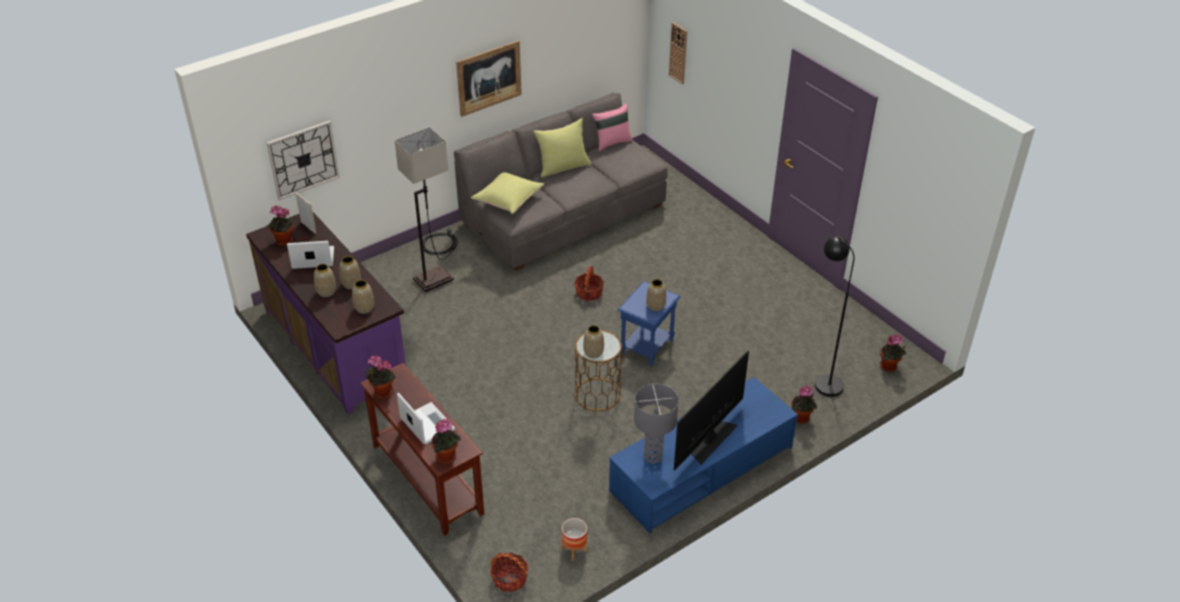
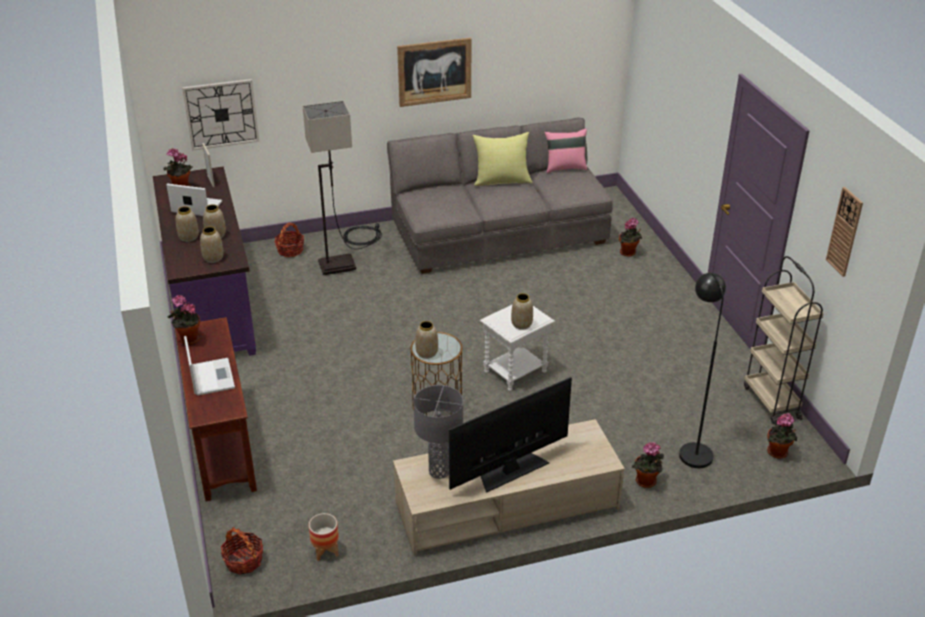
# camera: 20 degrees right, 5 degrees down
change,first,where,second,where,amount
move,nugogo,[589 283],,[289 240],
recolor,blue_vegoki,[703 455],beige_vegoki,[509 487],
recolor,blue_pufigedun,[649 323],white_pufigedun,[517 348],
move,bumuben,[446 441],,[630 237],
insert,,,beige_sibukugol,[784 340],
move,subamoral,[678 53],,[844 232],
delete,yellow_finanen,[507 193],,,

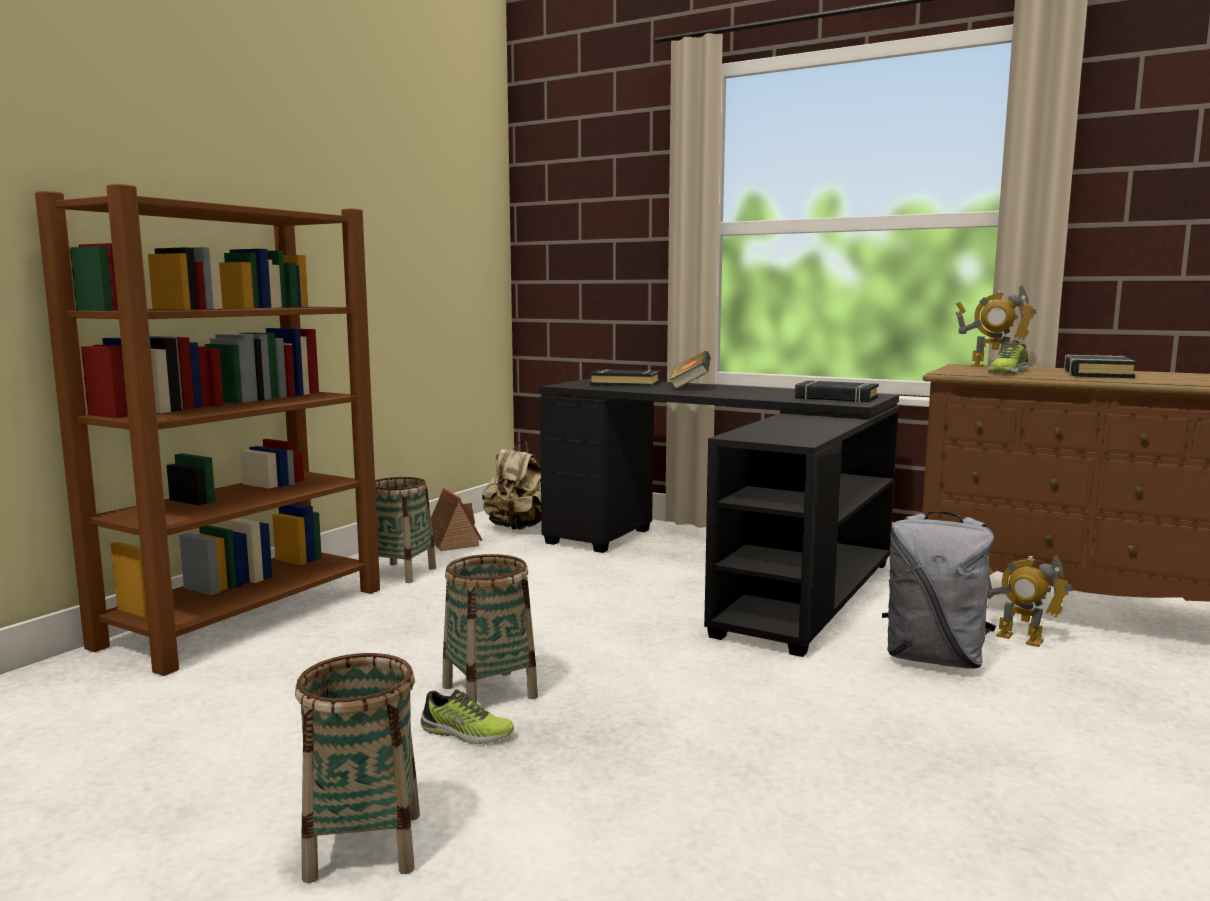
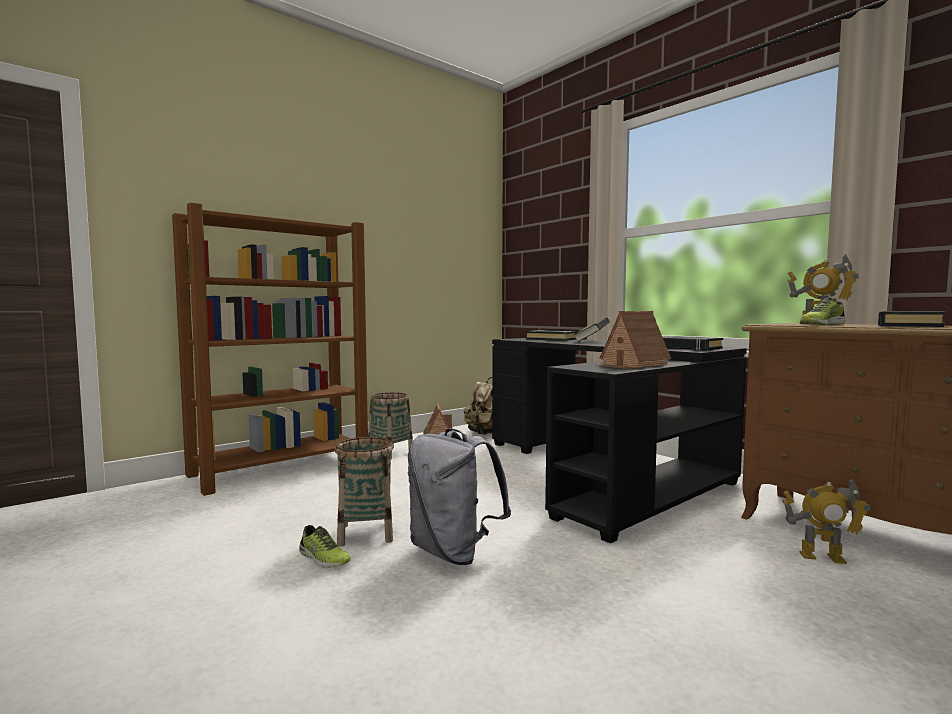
# camera: 20 degrees right, 5 degrees down
change,first,where,second,where,amount
move,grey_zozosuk,[939 590],,[459 497],
insert,,,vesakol,[634 340],
rotate,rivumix,[1030 600],,[826 521],45 degrees counterclockwise
delete,nugogo,[357 768],,,

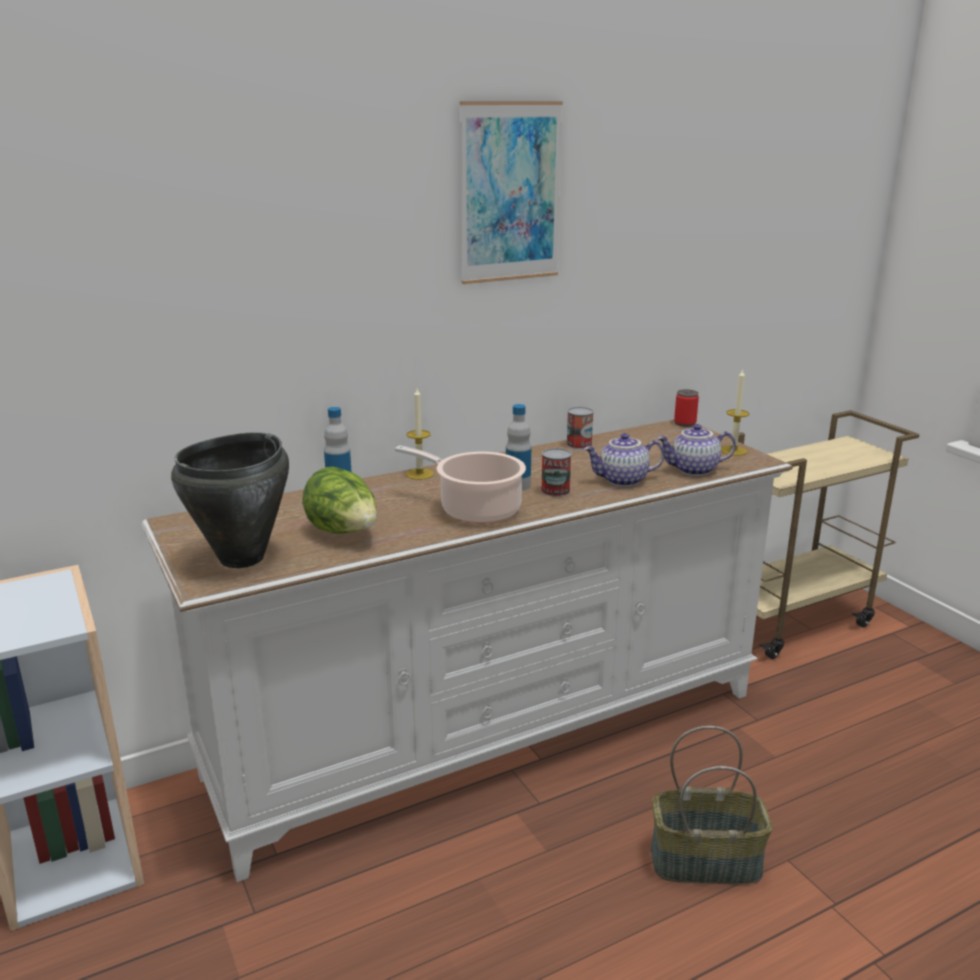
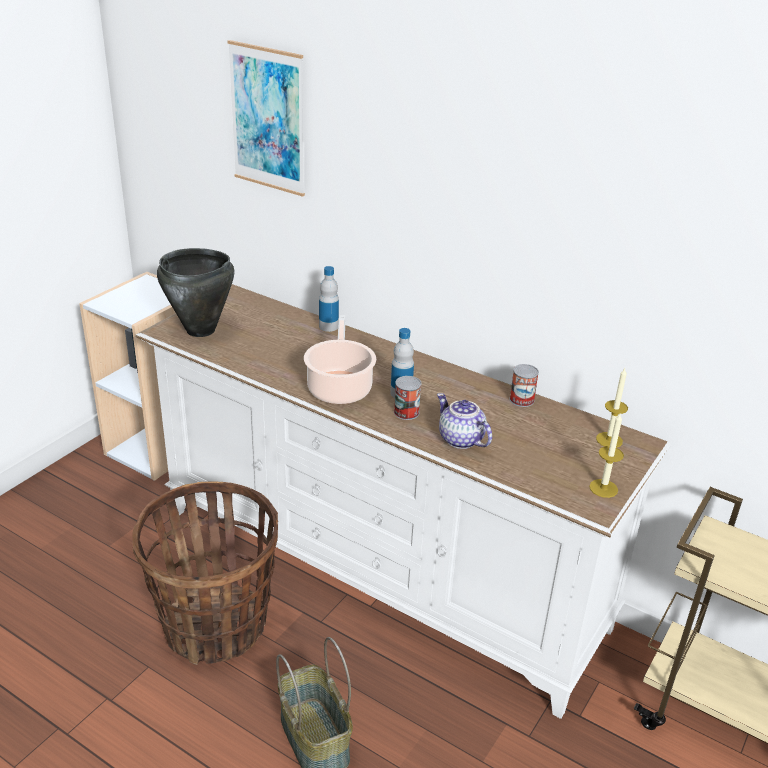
# camera: 60 degrees right, 10 degrees up
change,first,where,second,where,amount
insert,,,nugogo,[205 573],
move,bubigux,[511 192],,[266 118],
move,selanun,[420 434],,[612 408],
delete,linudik,[339 500],,,
delete,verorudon,[696 450],,,
delete,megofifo,[686 408],,,

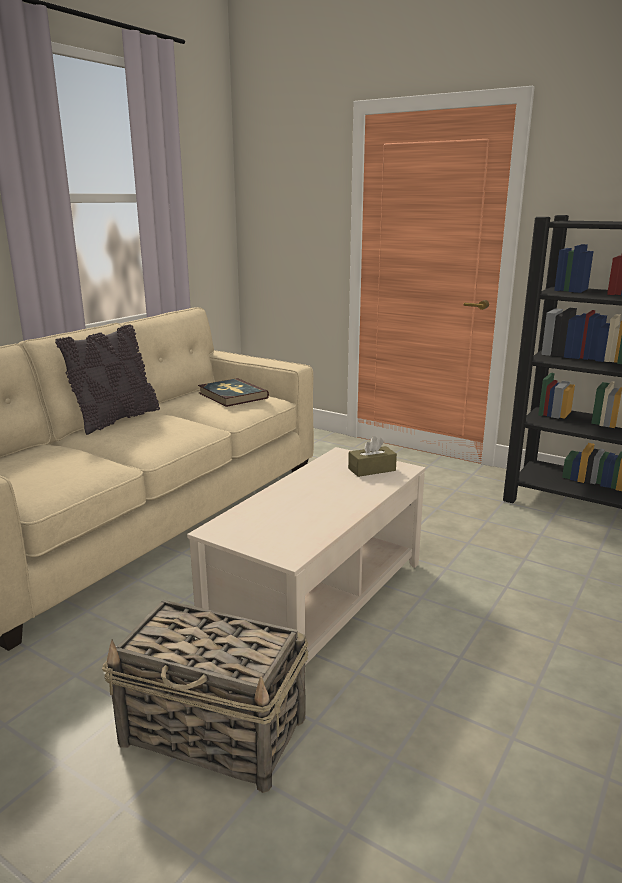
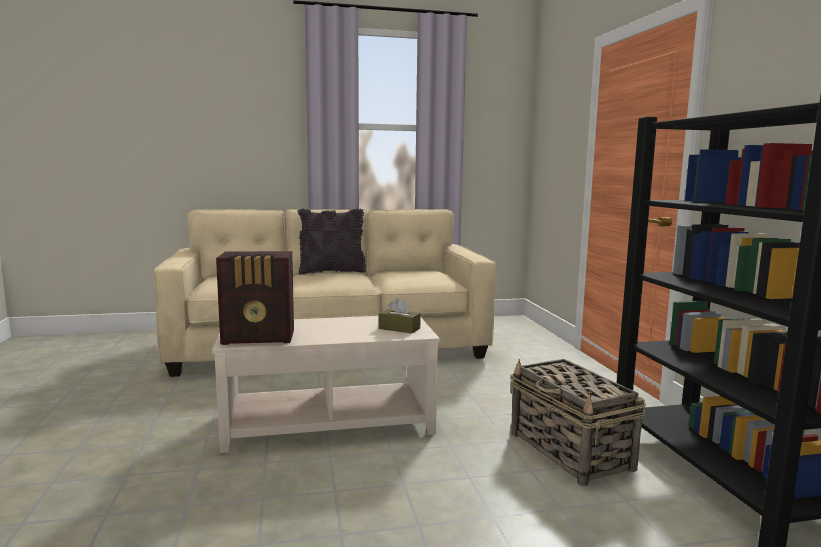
# camera: 45 degrees right, 10 degrees down
change,first,where,second,where,amount
insert,,,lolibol,[255 298],
move,nugogo,[205 696],,[578 422],
delete,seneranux,[233 392],,,

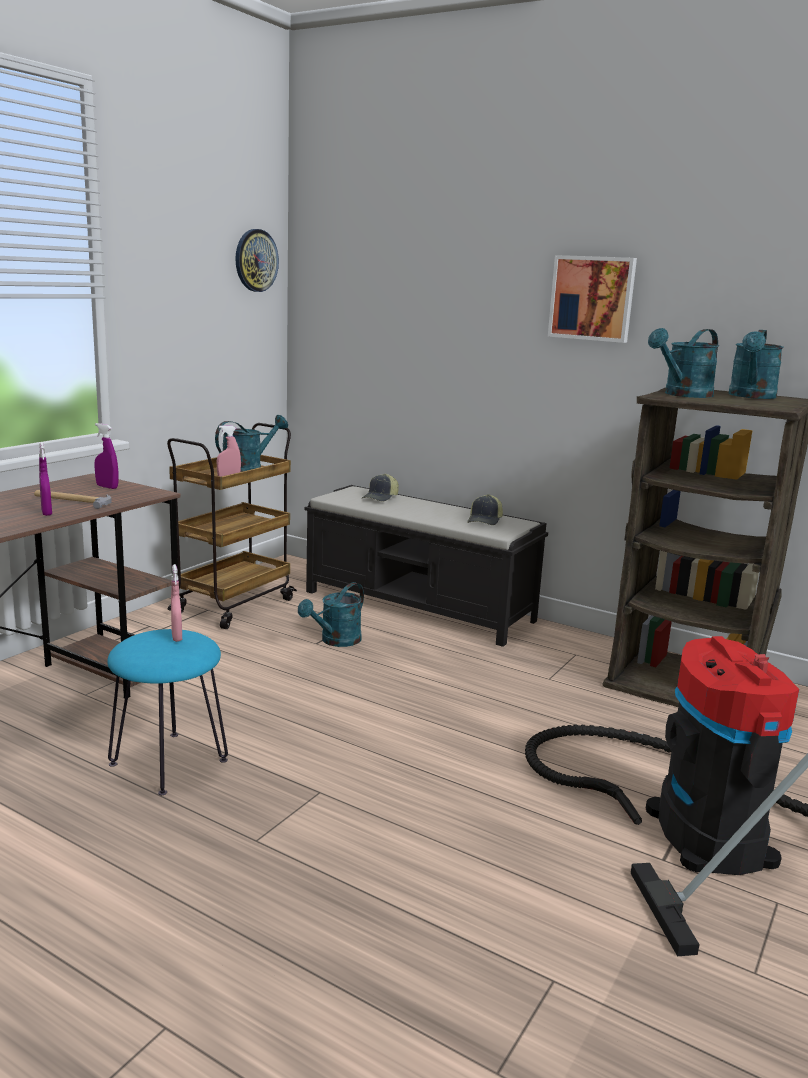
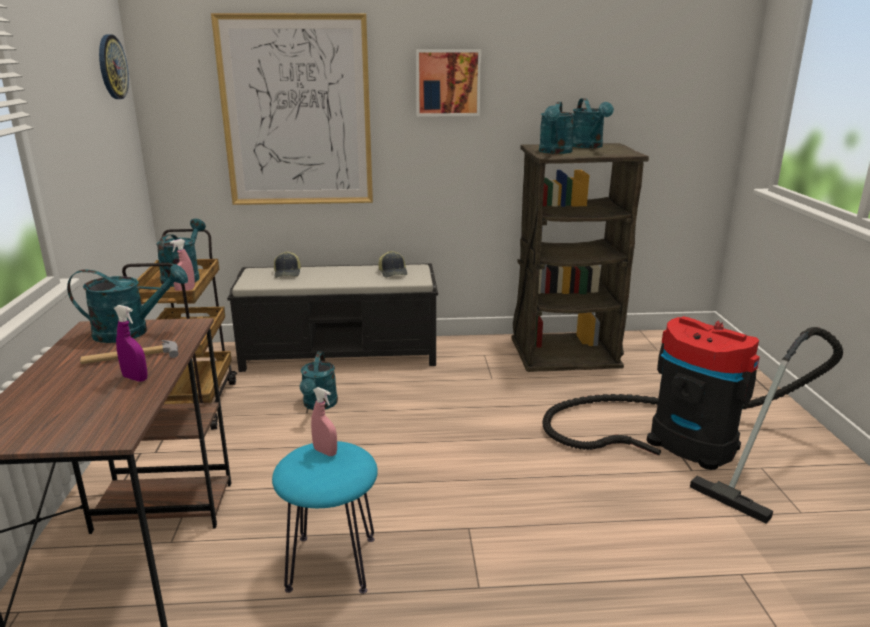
# camera: 35 degrees left, 5 degrees up
change,first,where,second,where,amount
replace,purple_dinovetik,[106 456],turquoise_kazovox,[127 303],
insert,,,bubigux,[292 109],

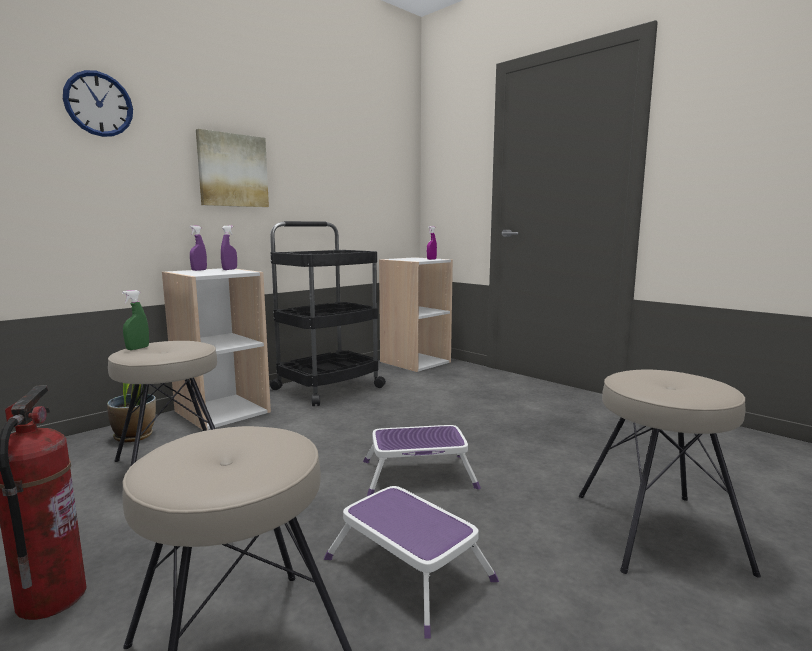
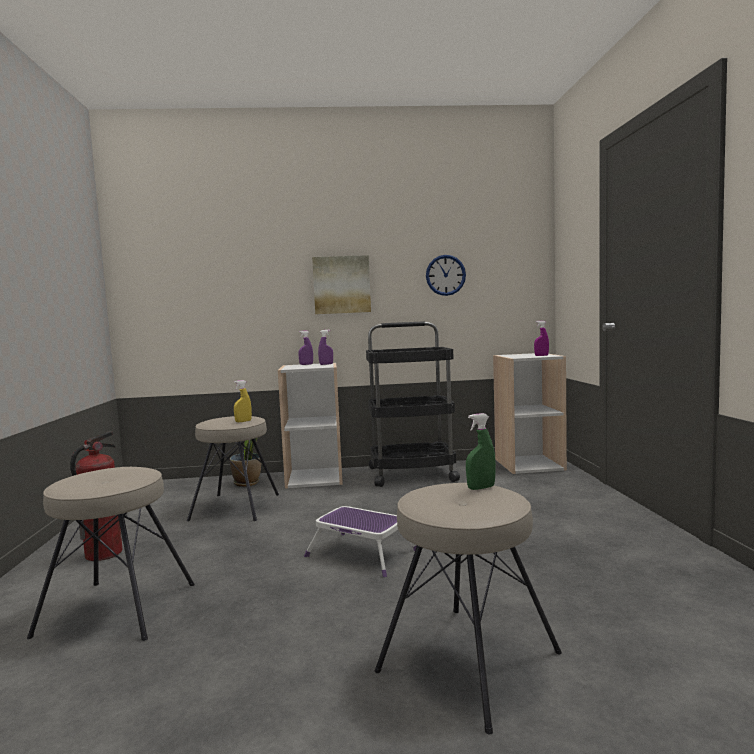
# camera: 40 degrees right, 5 degrees down
change,first,where,second,where,amount
insert,,,yellow_dinovetik,[243 401],
move,subamoral,[98 103],,[446 275],
move,green_dinovetik,[135 320],,[481 451],
delete,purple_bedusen,[411 562],,,

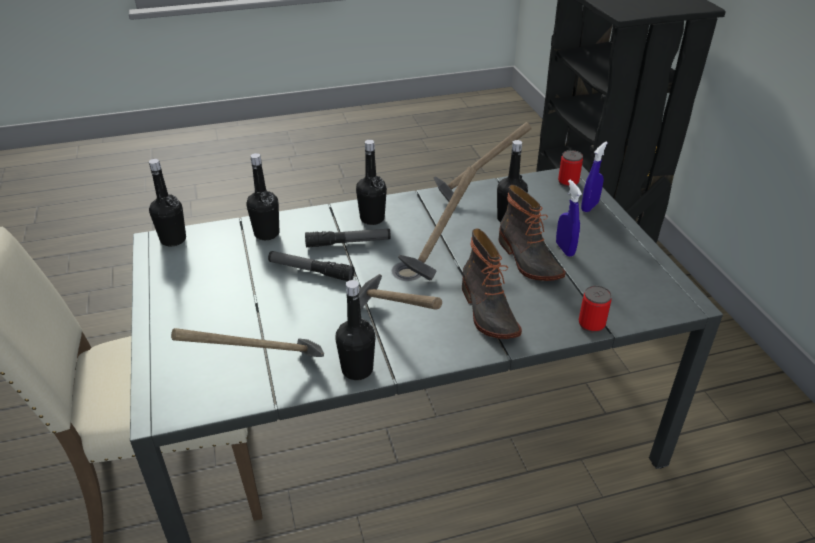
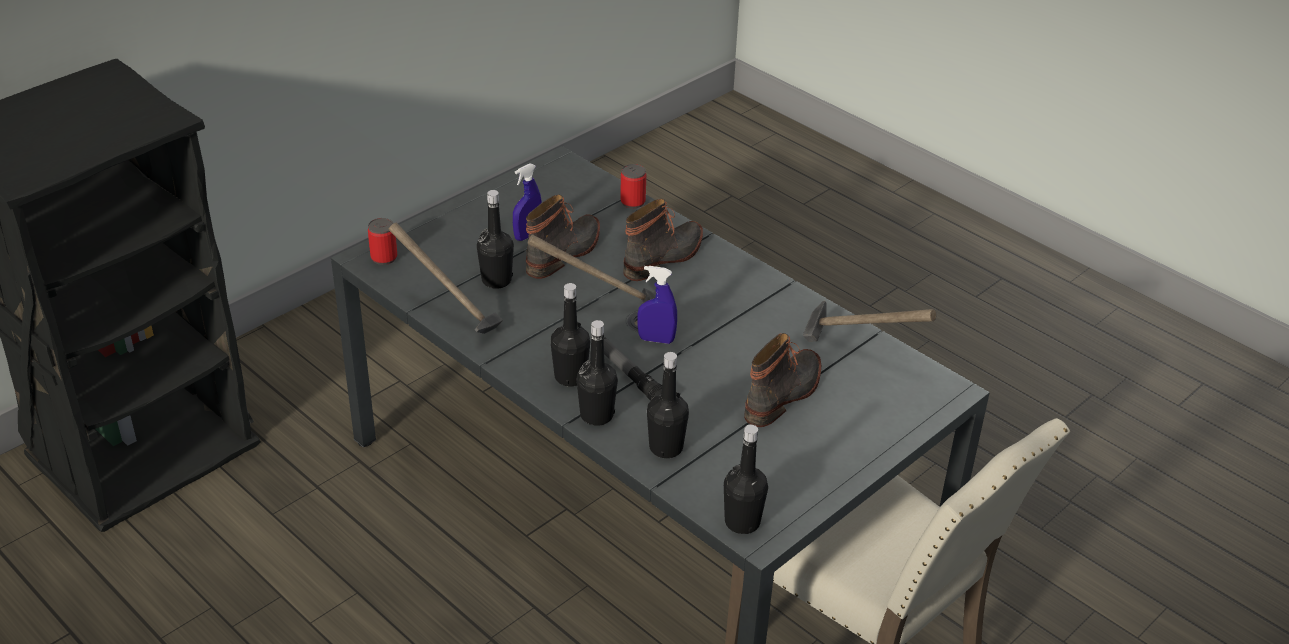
# camera: 120 degrees left, 0 degrees up
change,first,where,second,where,amount
move,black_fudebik,[355 330],,[597 373],
move,blue_dinovetik,[594 177],,[657 305],
insert,,,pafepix,[783 380],
delete,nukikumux,[311 266],,,
delete,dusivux,[400 292],,,

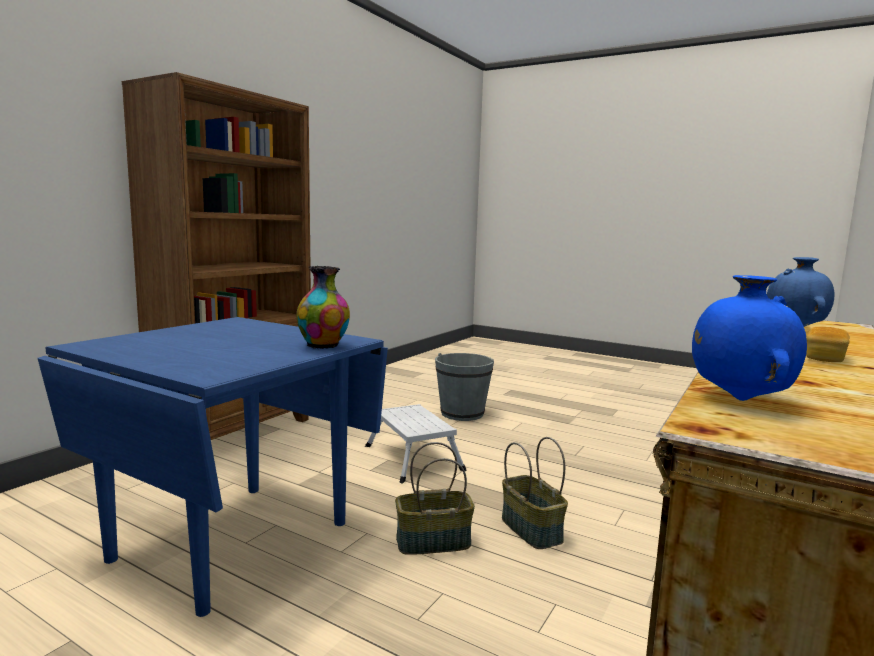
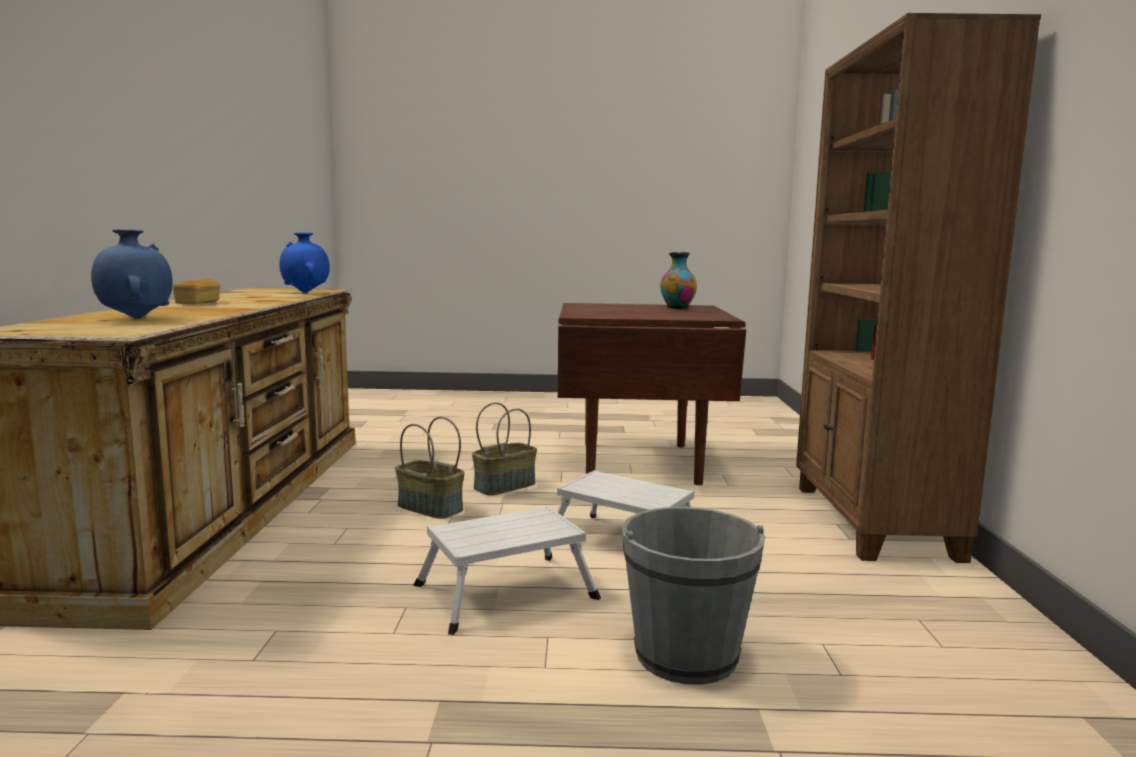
# camera: 150 degrees right, 0 degrees up
change,first,where,second,where,amount
insert,,,white_bedusen,[507 570],
recolor,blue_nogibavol,[213 467],brown_nogibavol,[652 394],
move,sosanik,[323 307],,[678 280],

